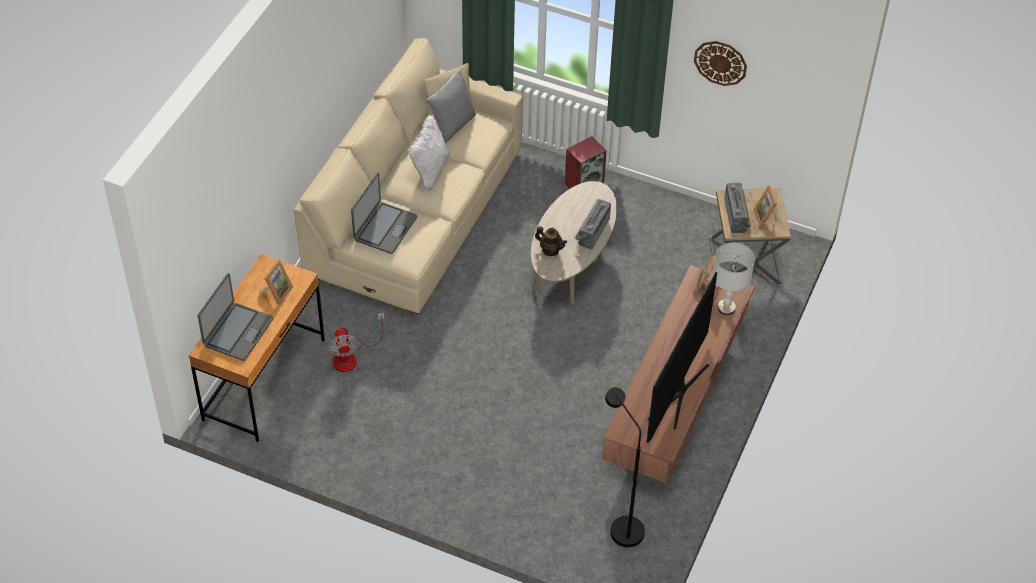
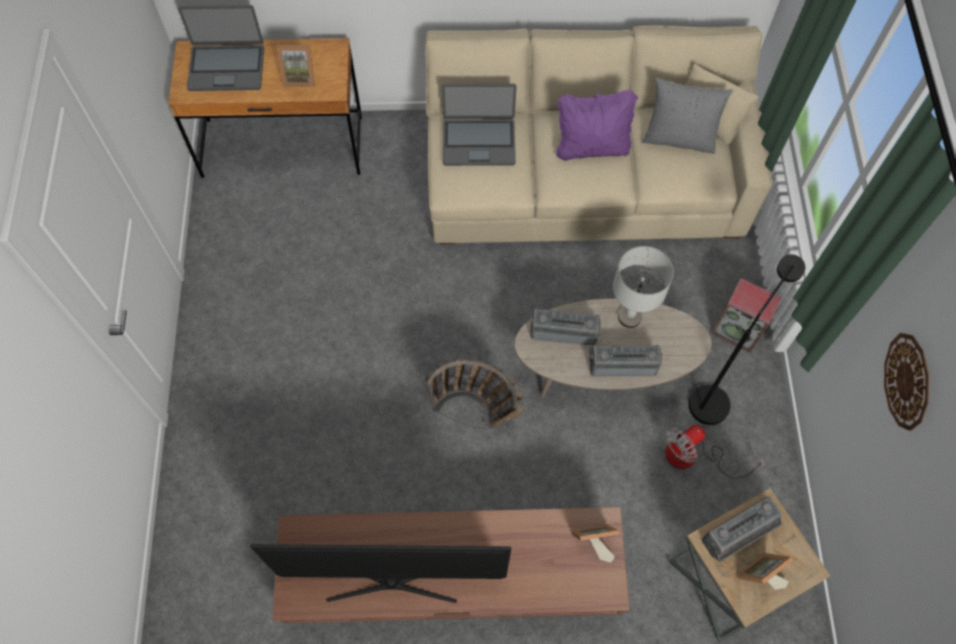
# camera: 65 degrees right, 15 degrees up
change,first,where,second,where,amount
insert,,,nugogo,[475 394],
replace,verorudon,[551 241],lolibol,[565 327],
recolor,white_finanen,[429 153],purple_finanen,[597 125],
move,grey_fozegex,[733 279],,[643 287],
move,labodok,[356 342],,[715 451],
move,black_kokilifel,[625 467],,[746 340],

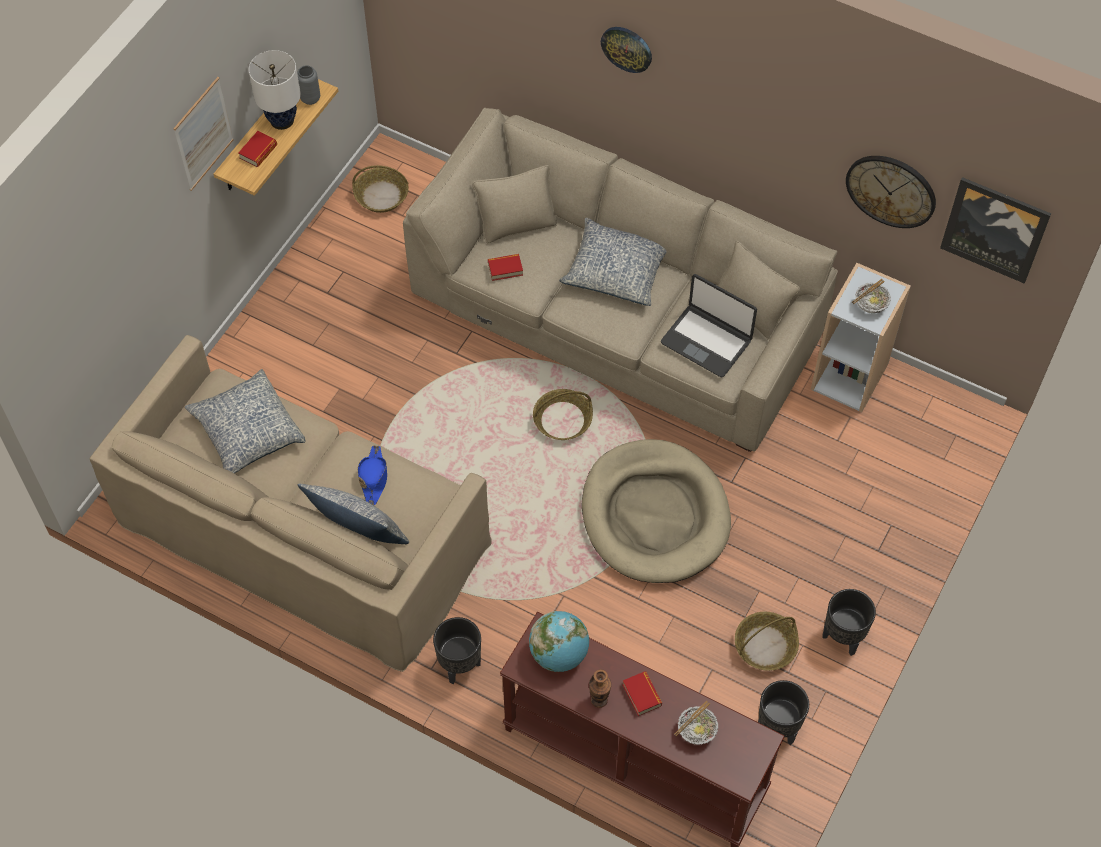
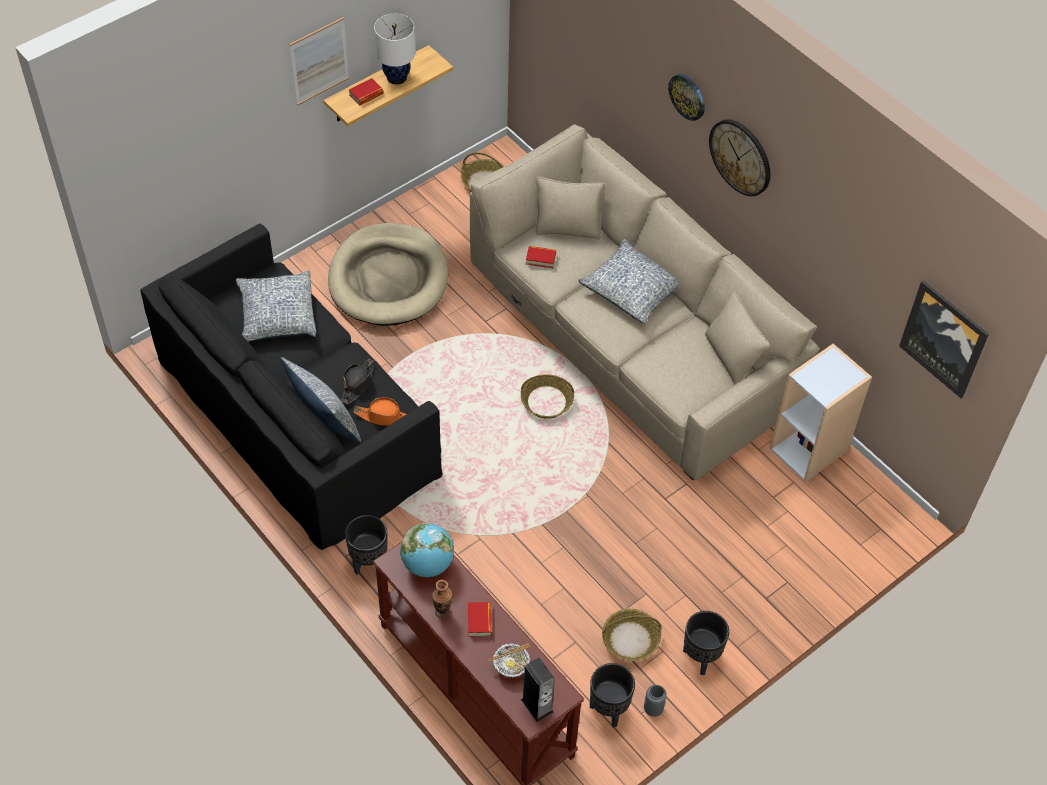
# camera: 20 degrees right, 5 degrees down
change,first,where,second,where,amount
recolor,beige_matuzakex,[291 503],black_matuzakex,[291 387],
move,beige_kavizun,[656 511],,[388 274],
recolor,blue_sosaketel,[372 475],black_sosaketel,[357 381],
insert,,,orange_sosaketel,[380 411],
insert,,,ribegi,[538 690],
move,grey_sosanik,[308 85],,[655 701],
move,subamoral,[891 192],,[739 157],
delete,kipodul,[709 325],,,
delete,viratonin,[871 296],,,

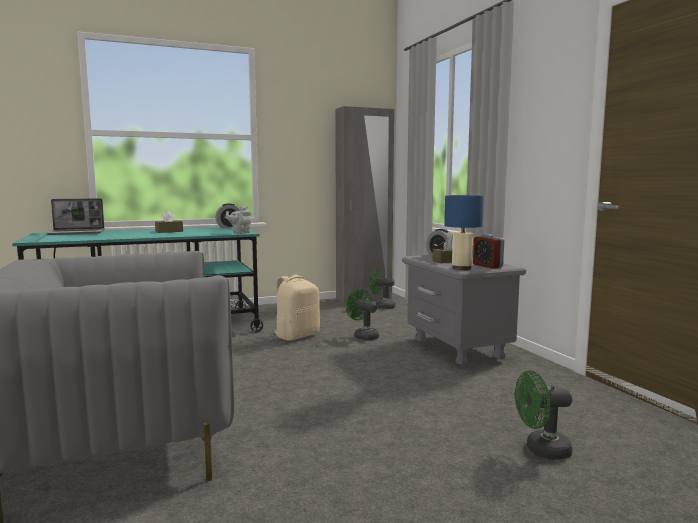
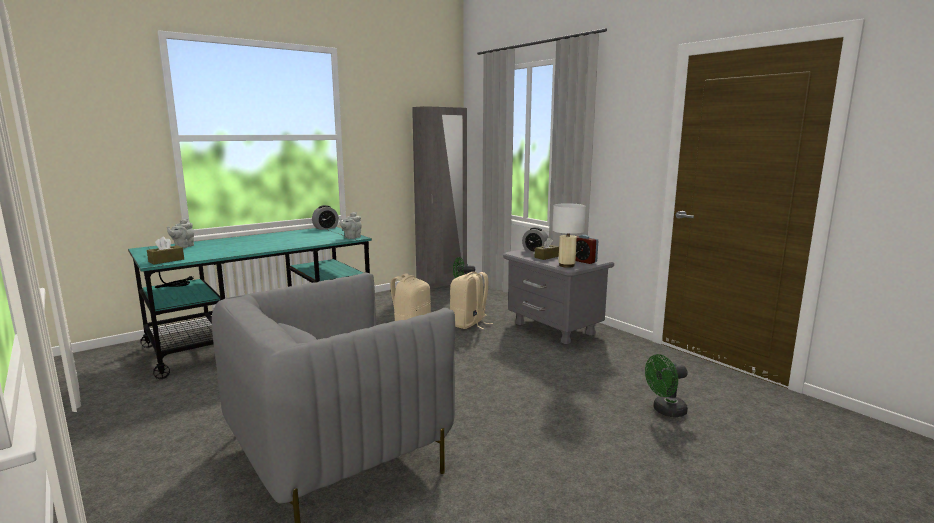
# camera: 15 degrees left, 5 degrees up
change,first,where,second,where,amount
move,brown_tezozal,[169 222],,[165 250],
replace,kipodul,[75 216],grey_verorudon,[180 233],
replace,green_labodok,[363 315],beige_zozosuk,[471 300],
recolor,blue_fozegex,[464 232],white_fozegex,[569 235],

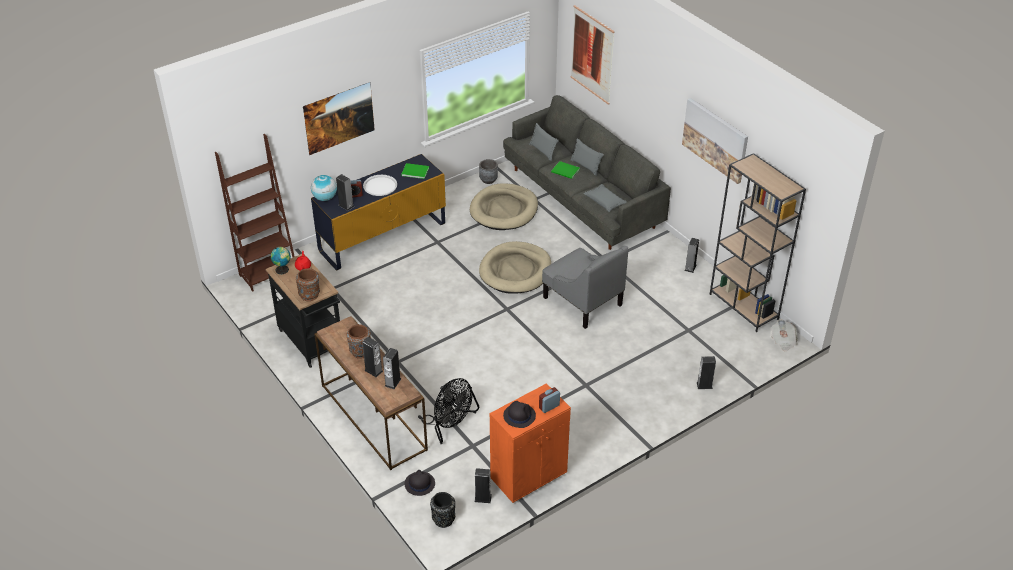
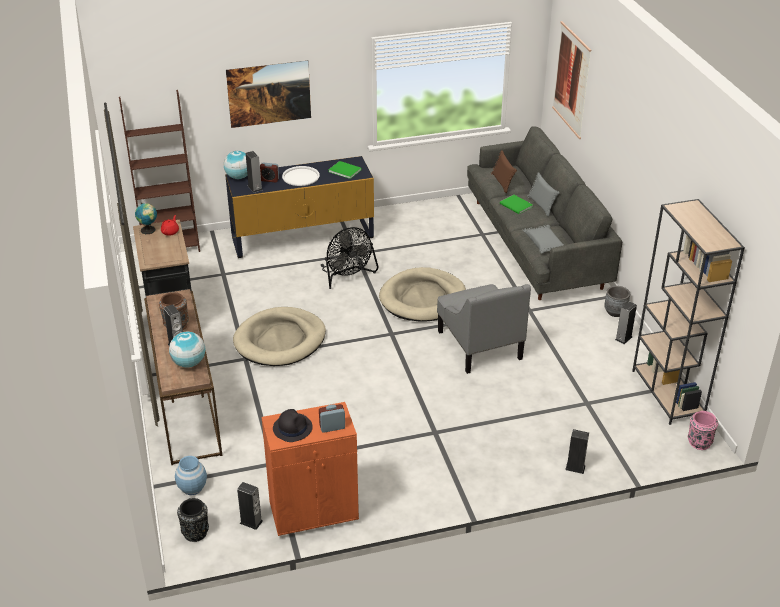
# camera: 20 degrees right, 5 degrees down
change,first,where,second,where,amount
replace,ribegi,[392 368],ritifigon,[187 350],
replace,black_sosaketel,[420 483],blue_sosanik,[191 475],
move,beige_kavizun,[504 206],,[279 336],
move,black_labodok,[448 411],,[349 258],
recolor,grey_finanen,[544 142],brown_finanen,[504 172],
move,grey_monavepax,[488 171],,[617 301],
replace,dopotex,[784 335],pink_sosanik,[703 430],
delete,brown_sosanik,[308 284],,,
delete,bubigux,[715 141],,,

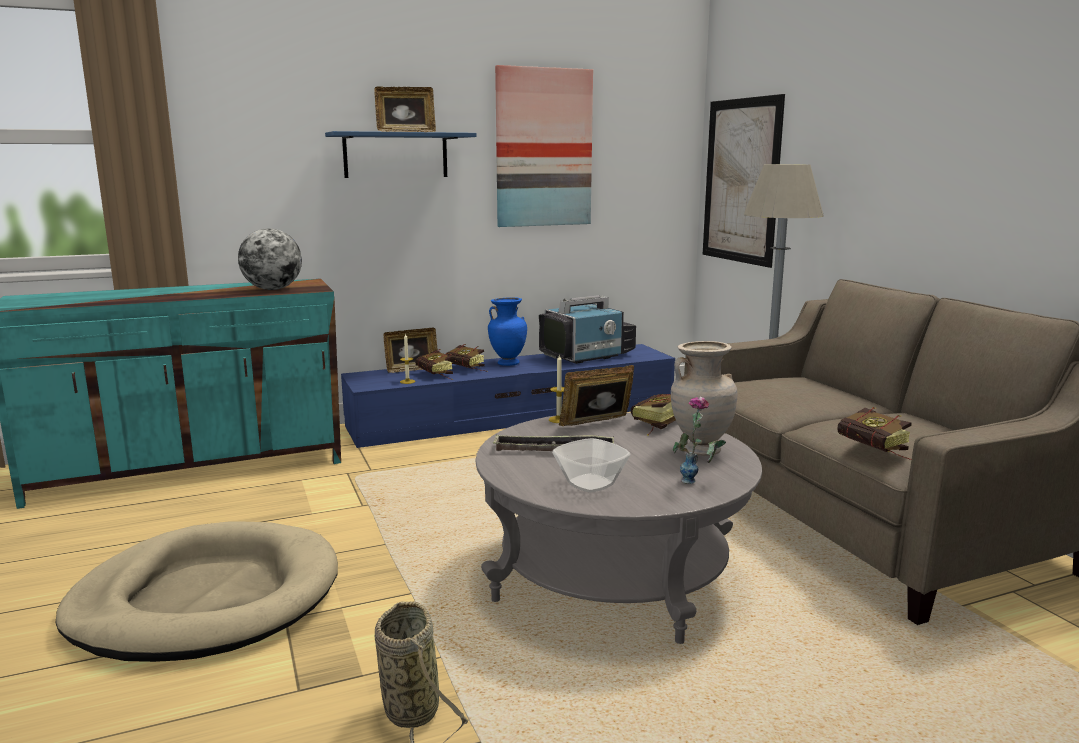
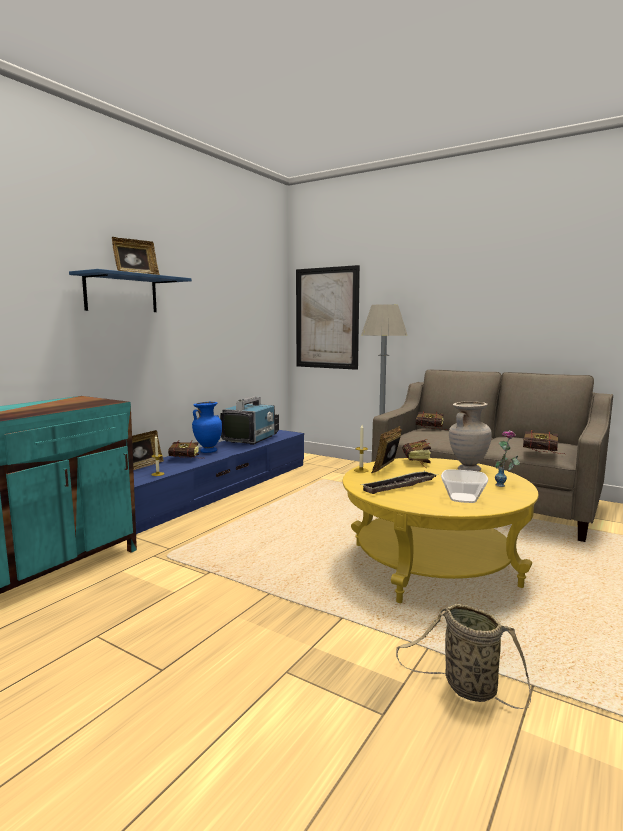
# camera: 35 degrees left, 5 degrees down
change,first,where,second,where,amount
recolor,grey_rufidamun,[619 528],yellow_rufidamun,[441 530],
move,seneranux,[434 364],,[432 420],
delete,beige_kavizun,[196 591],,,
delete,ritifigon,[270 259],,,
delete,bubigux,[544 146],,,

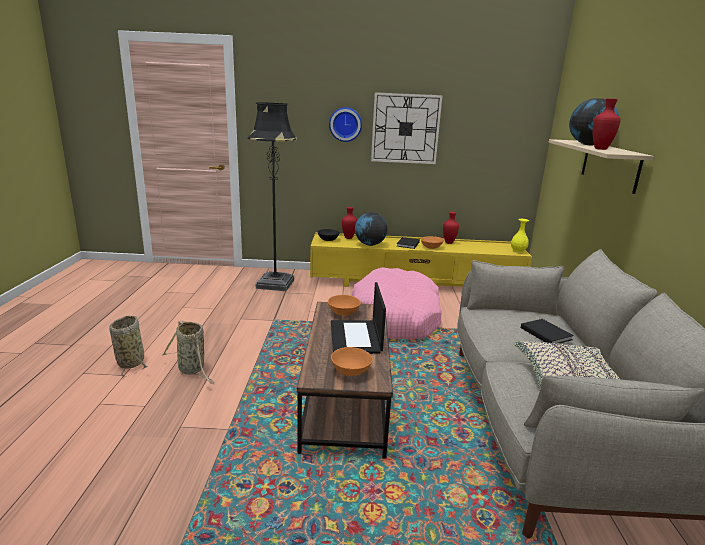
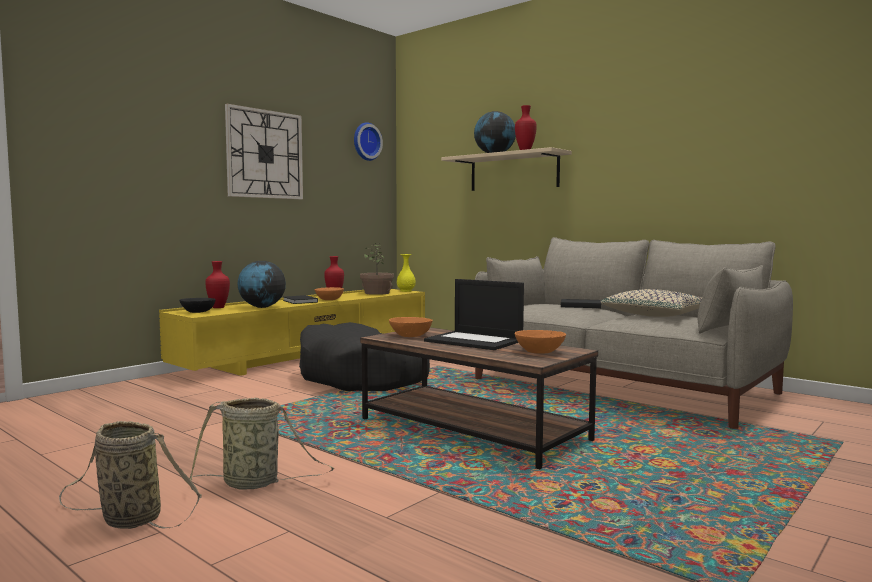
# camera: 50 degrees left, 15 degrees down
change,first,where,second,where,amount
recolor,pink_kavizun,[396 303],black_kavizun,[364 356],
move,subamoral,[345 124],,[368 141],
insert,,,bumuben,[377 269],
delete,black_kokilifel,[272 196],,,

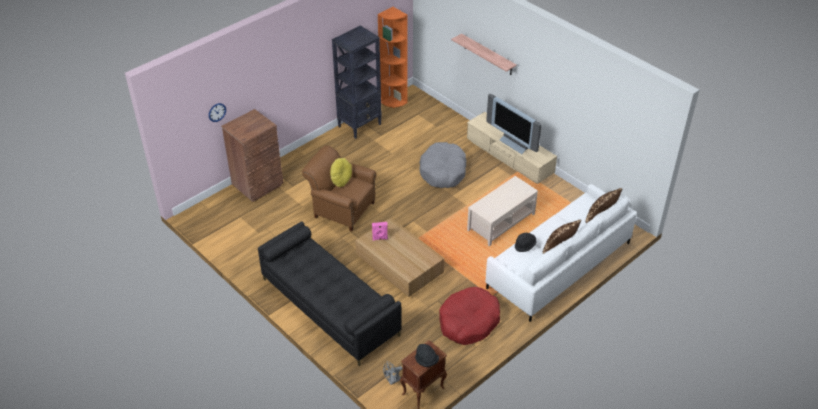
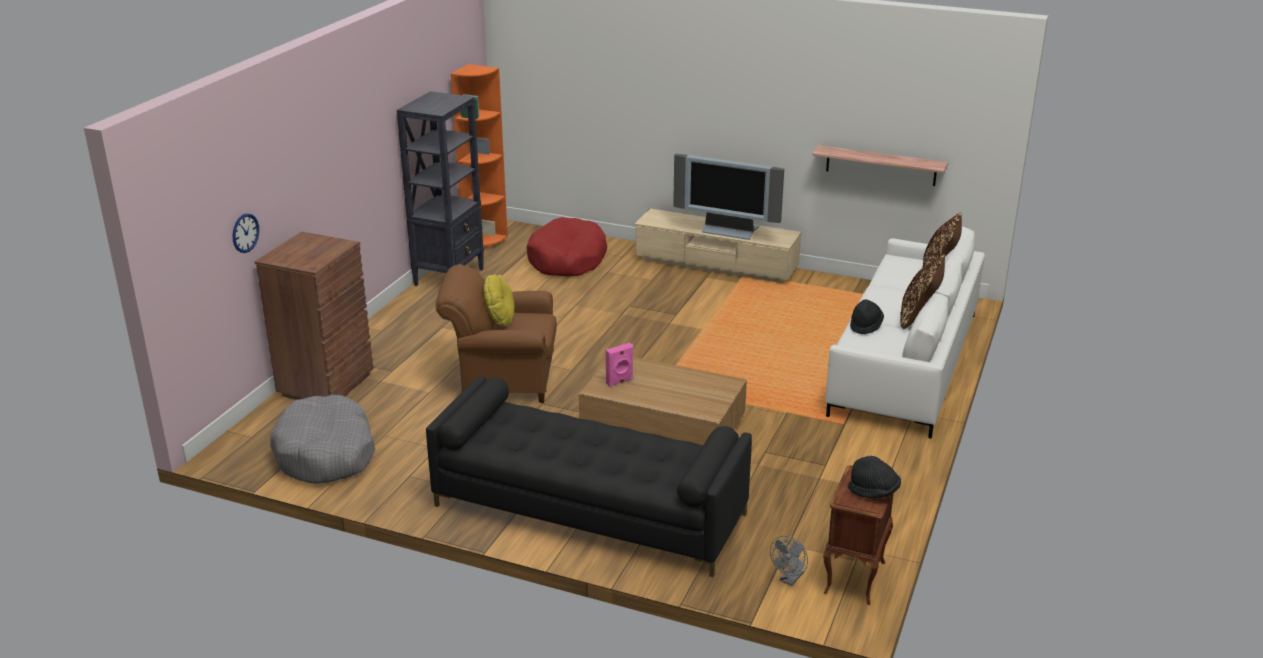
# camera: 25 degrees left, 15 degrees down
change,first,where,second,where,amount
move,grey_kavizun,[442 165],,[322 439],
move,red_kavizun,[469 316],,[567 246],
move,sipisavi,[484 54],,[880 165],
delete,beige_rufidamun,[502 211],,,

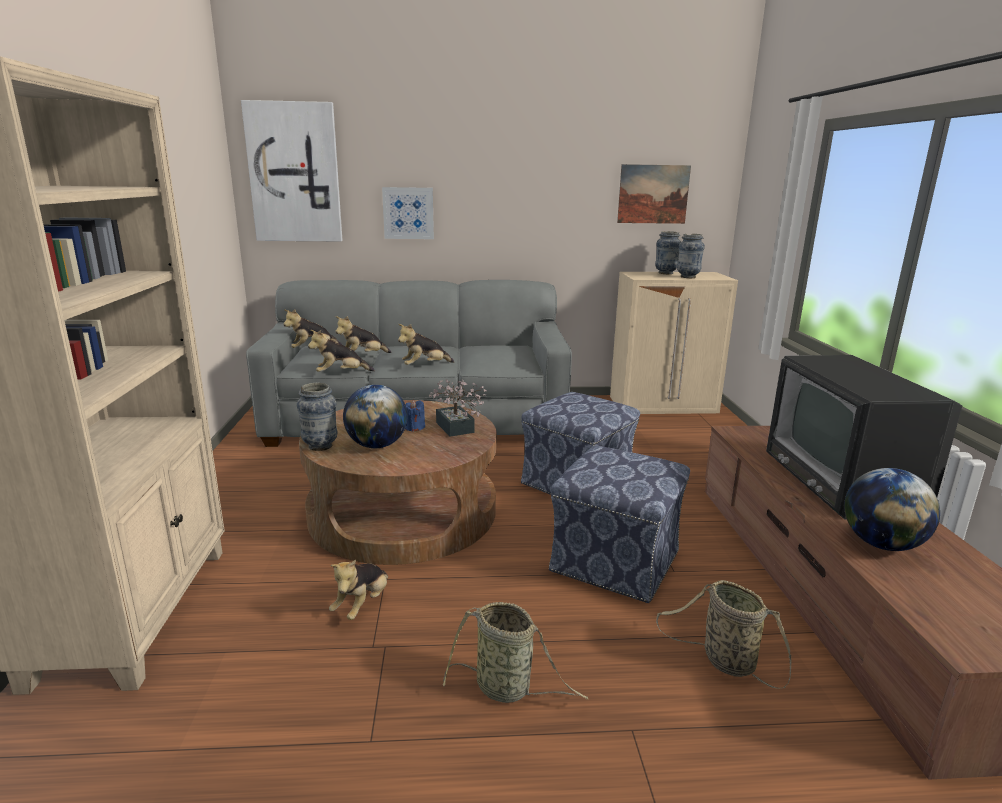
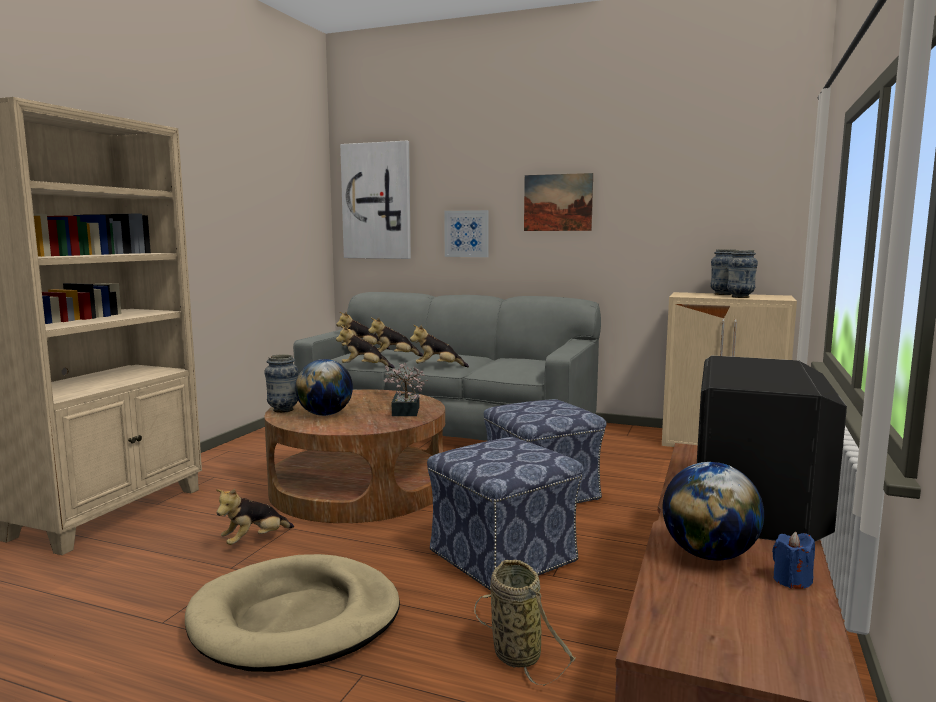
# camera: 25 degrees right, 10 degrees down
change,first,where,second,where,amount
replace,nugogo,[515 652],beige_kavizun,[292 613],
move,bubigux,[654 194],,[558 202],
move,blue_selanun,[415 415],,[793 560],

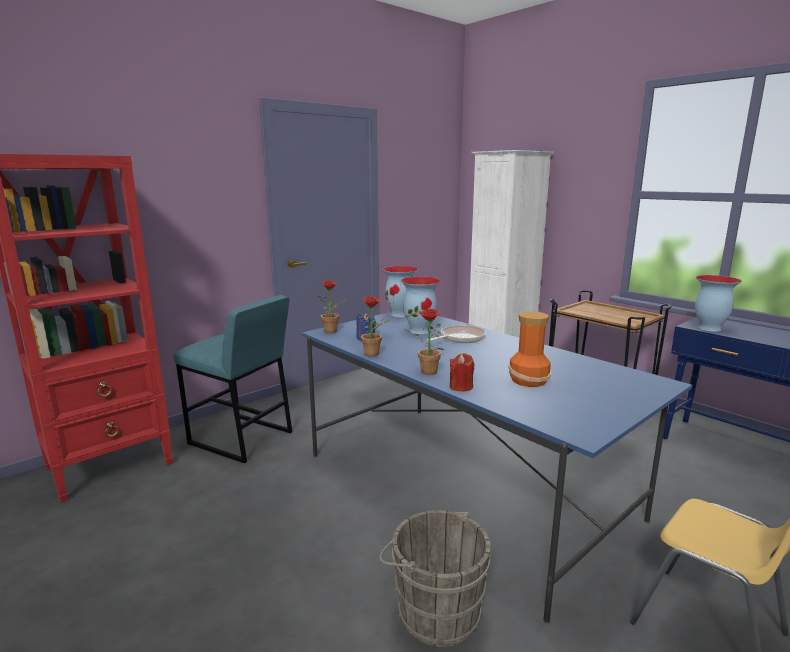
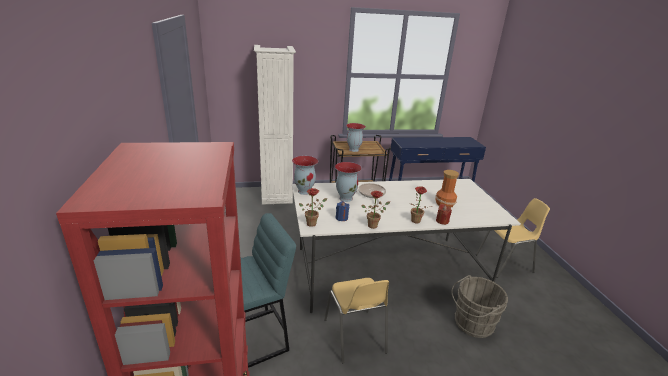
# camera: 60 degrees left, 10 degrees up
change,first,where,second,where,amount
recolor,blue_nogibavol,[497 467],white_nogibavol,[406 245],
insert,,,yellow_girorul,[356 320],
move,sosanik,[718 303],,[356 137],

